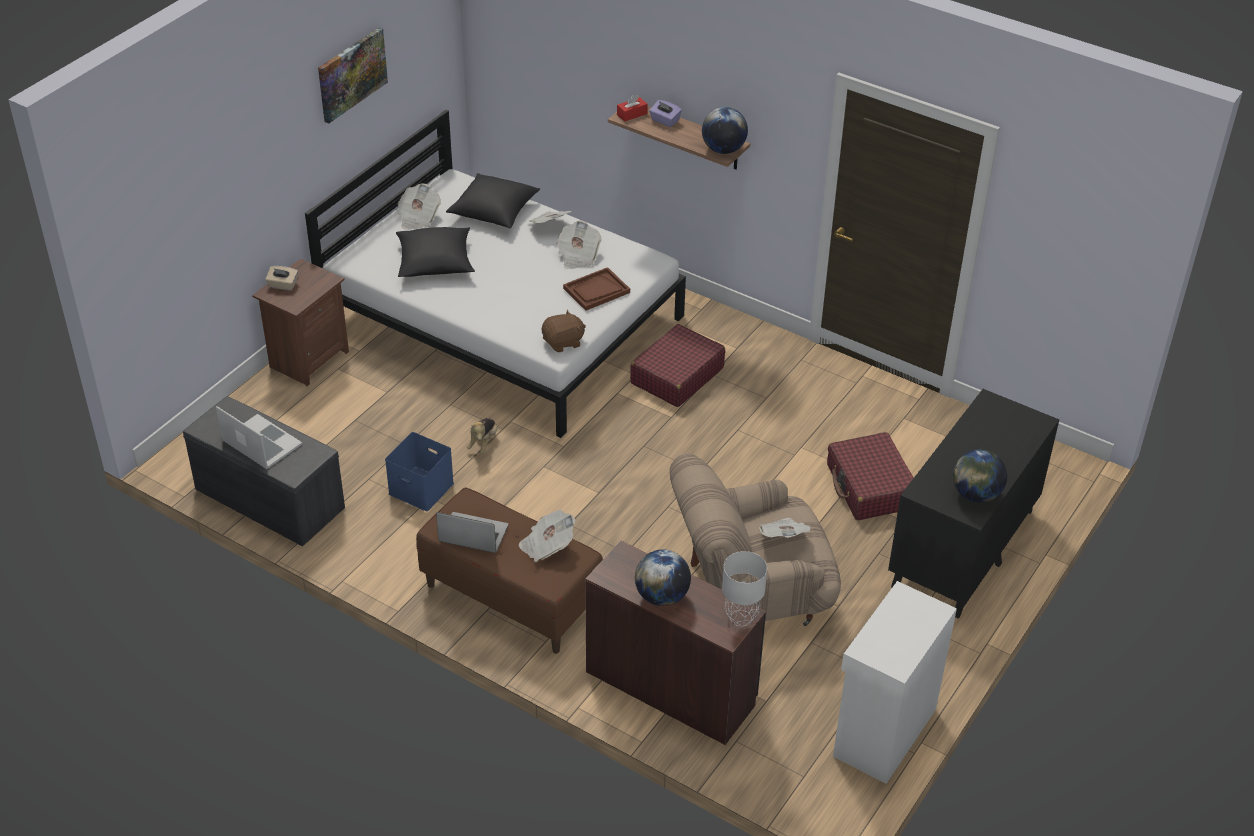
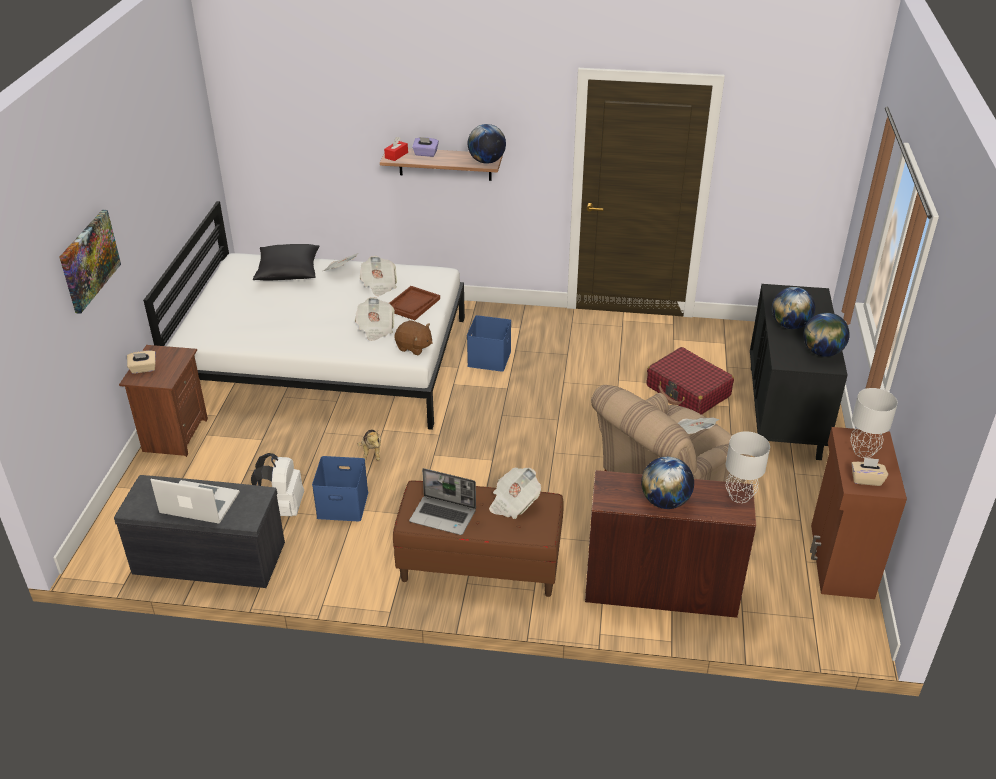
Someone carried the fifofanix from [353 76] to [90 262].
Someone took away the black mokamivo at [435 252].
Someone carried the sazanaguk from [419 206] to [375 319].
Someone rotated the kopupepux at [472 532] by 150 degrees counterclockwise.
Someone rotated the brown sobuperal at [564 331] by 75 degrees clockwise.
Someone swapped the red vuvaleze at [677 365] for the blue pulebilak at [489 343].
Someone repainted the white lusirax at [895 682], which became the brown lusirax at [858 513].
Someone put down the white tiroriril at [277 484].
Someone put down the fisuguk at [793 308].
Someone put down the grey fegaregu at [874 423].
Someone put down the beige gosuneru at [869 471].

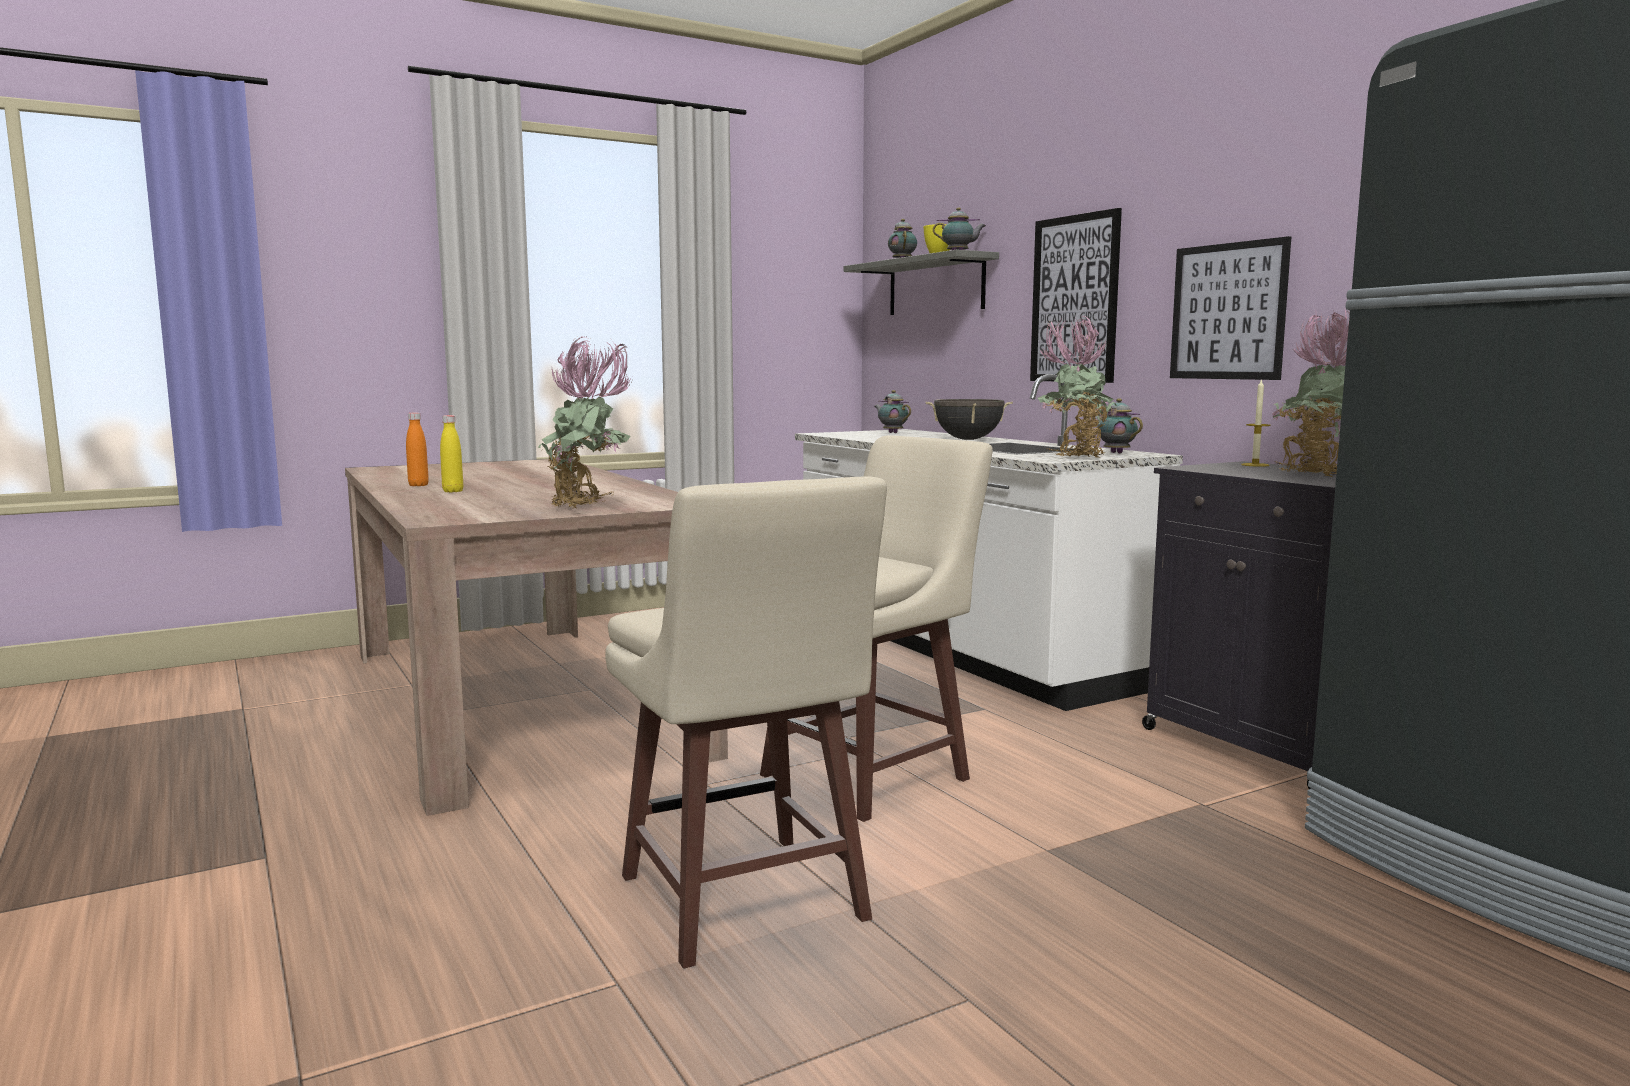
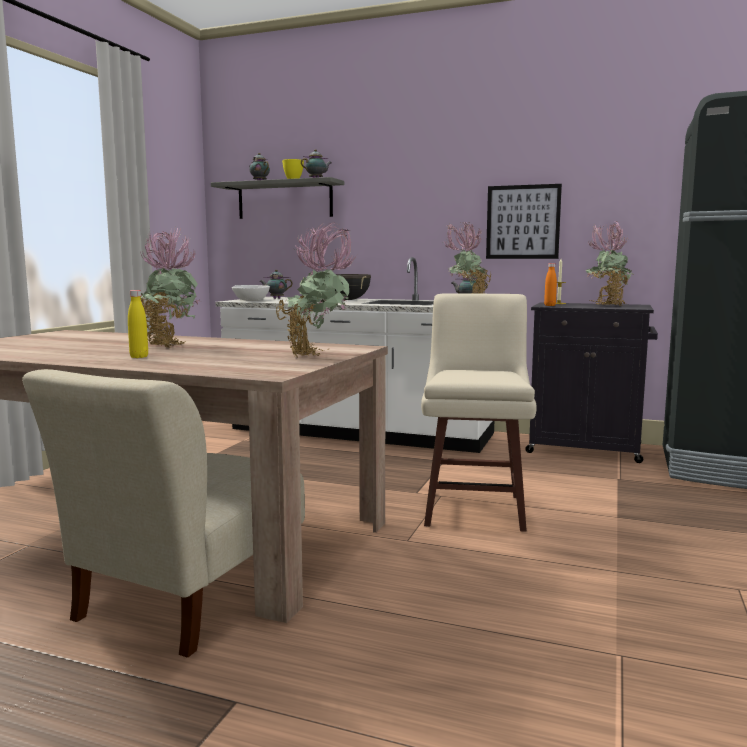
Someone carried the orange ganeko from [417 449] to [550 284].
Someone took away the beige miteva at [746 722].
Someone took away the fifofanix at [1076 295].
Someone put down the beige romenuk at [163 513].
Someone put down the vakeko at [170 288].
Someone put down the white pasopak at [251 293].

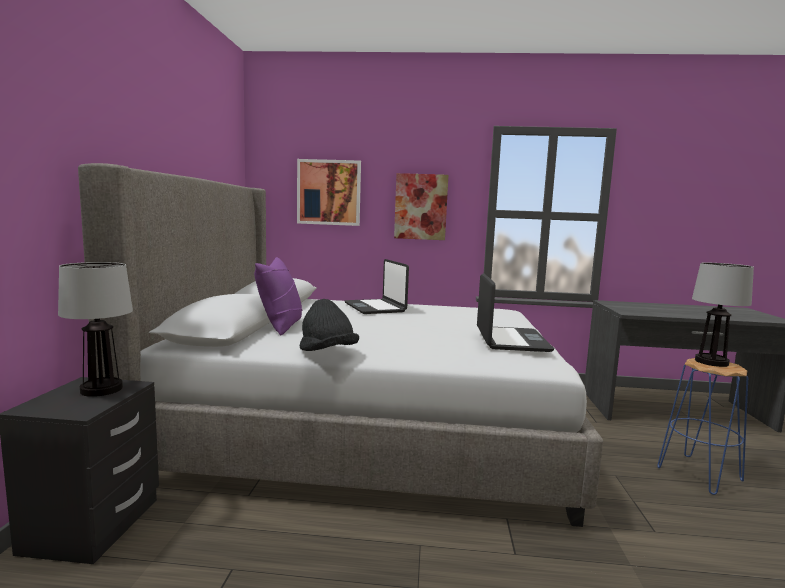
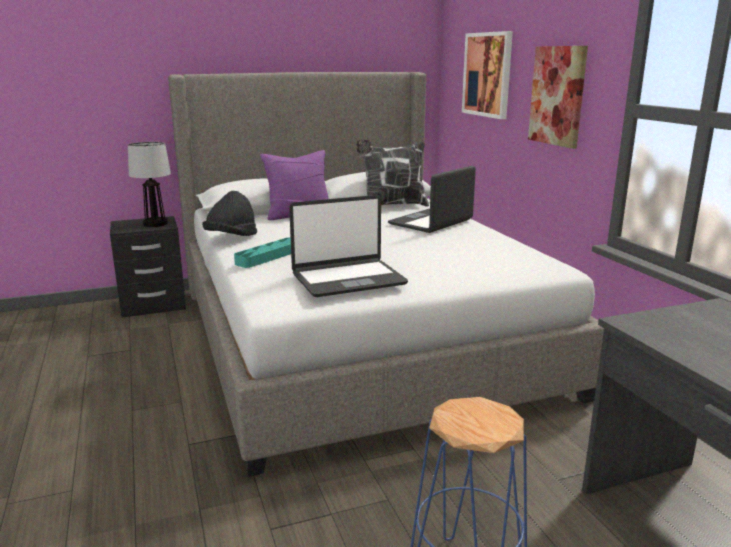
Someone took away the fegaregu at [723 315].
Someone put down the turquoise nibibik at [262 253].
Someone put down the mokamivo at [392 173].

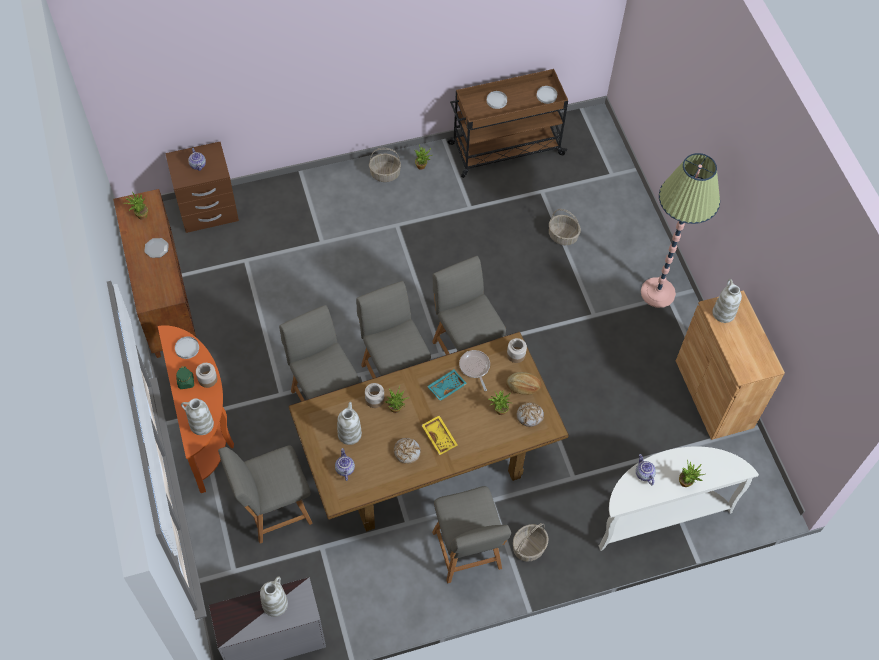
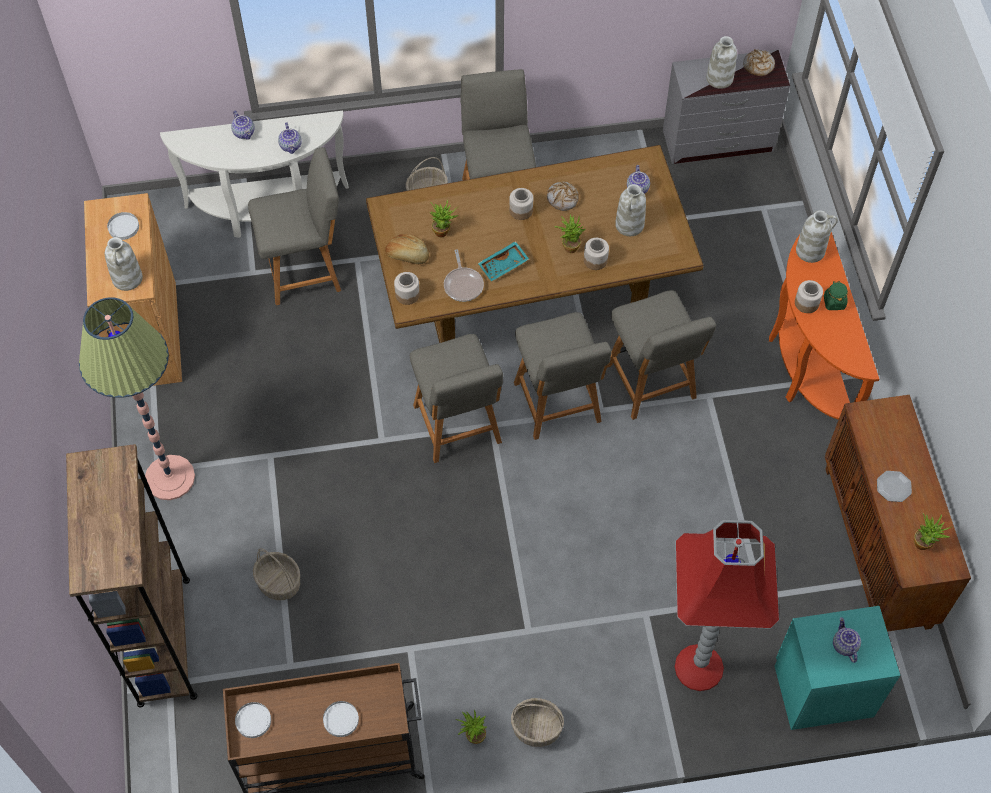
Someone repainted the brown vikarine at [202 187], which became the turquoise vikarine at [837 668].
Someone carried the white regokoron from [187 347] to [123 226].
Someone carried the grey romenuk from [265 494] to [294 226].
Someone swapped the yellow nibibik at [439 435] for the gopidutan at [521 204].
Someone carried the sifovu from [530 414] to [759 62].
Someone swapped the vakeko at [691 473] for the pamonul at [243 125].
Someone put down the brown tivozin at [131 576].
Someone put down the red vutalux at [727 605].

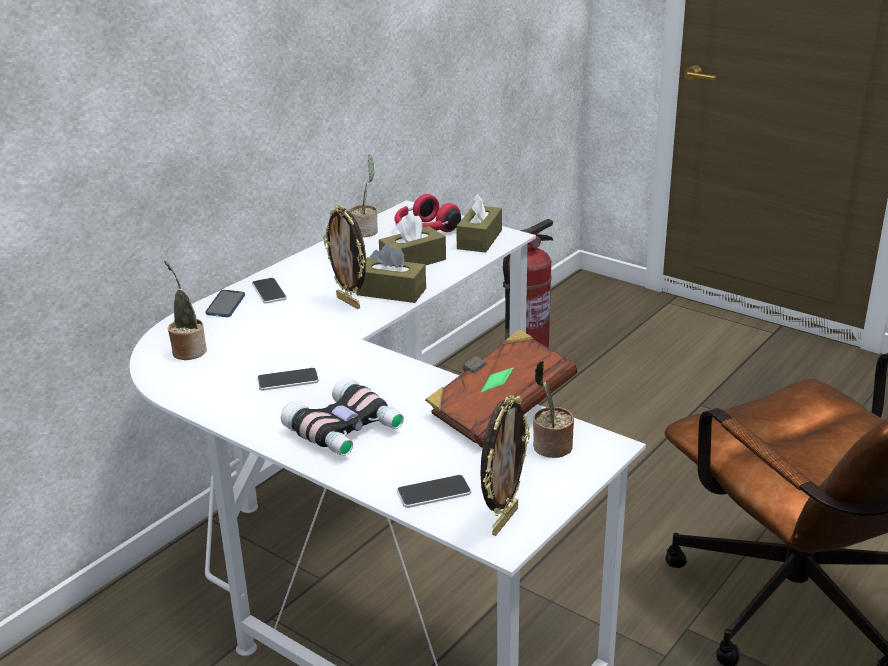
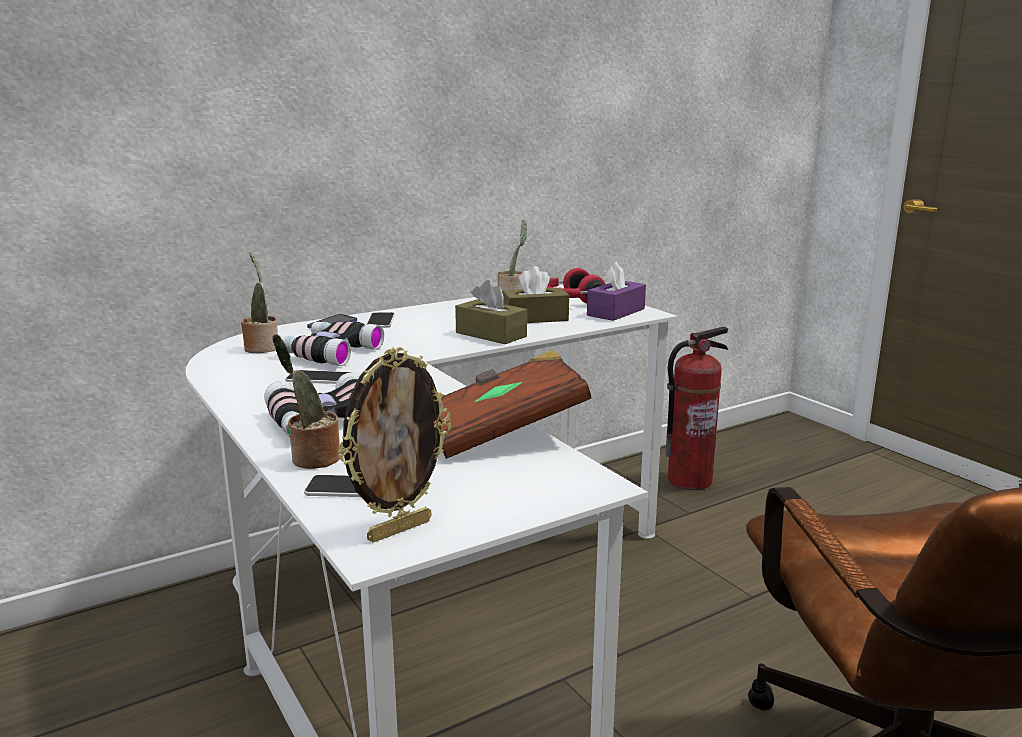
Someone took away the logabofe at [344 257].
Someone repainted the brown gosuneru at [479 223], which became the purple gosuneru at [616 291].
Someone carried the vakeko from [553 409] to [306 401].
Someone put down the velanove at [329 343].

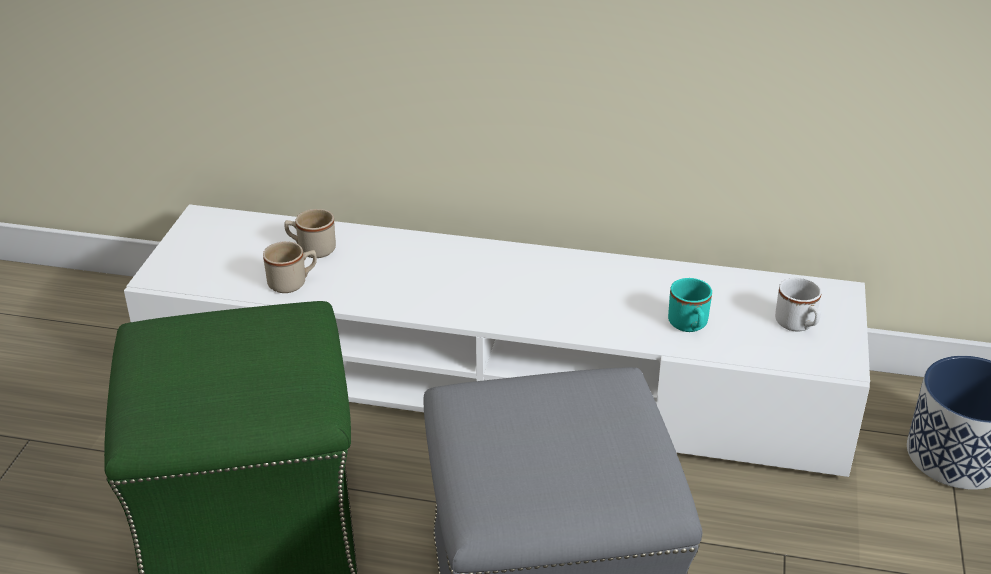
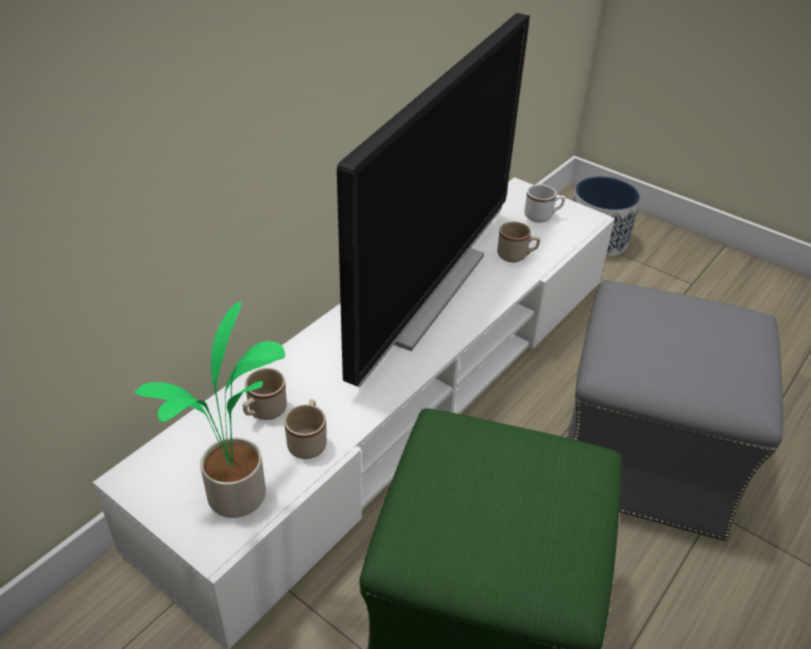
Someone repainted the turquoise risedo at [690 305], which became the beige risedo at [518 242].
Someone put down the vakeko at [210 410].
Someone put down the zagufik at [433 200].

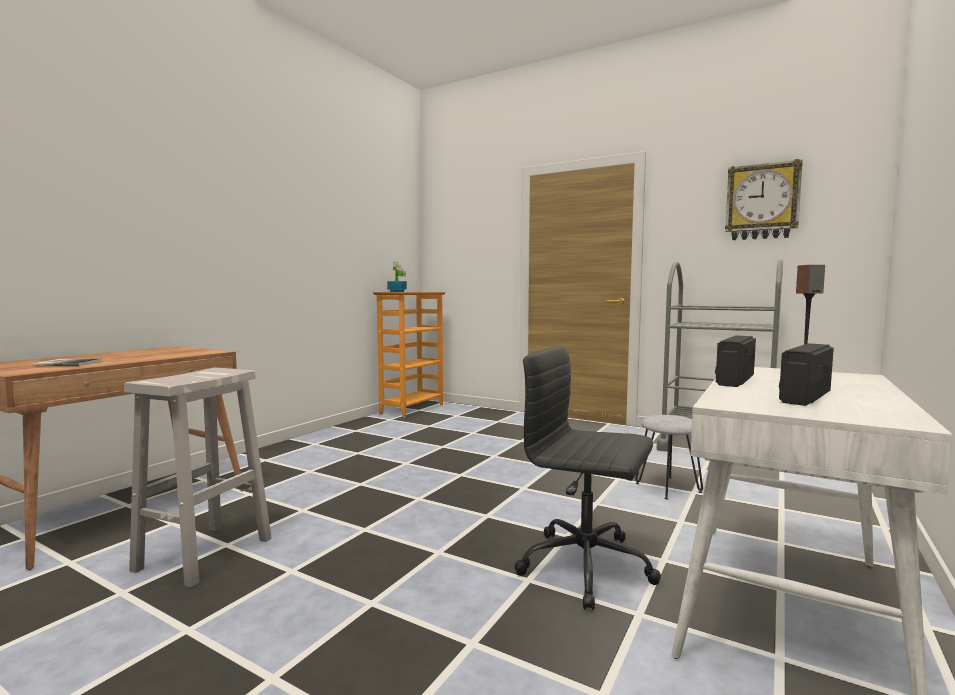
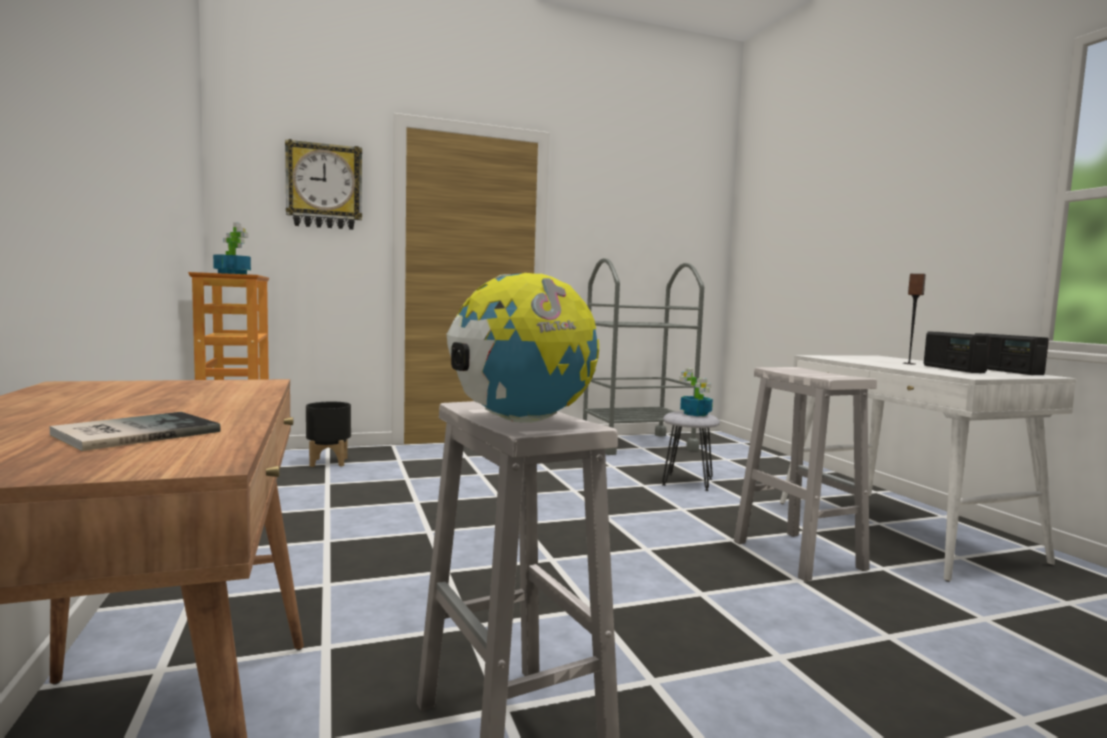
Someone swapped the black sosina at [587 478] for the white miteva at [805 474].
Someone carried the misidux from [735 361] to [1012 354].
Someone carried the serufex from [764 199] to [323 184].
Someone put down the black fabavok at [328 434].
Someone put down the fisuguk at [523 348].
Someone put down the vakeko at [696 392].

